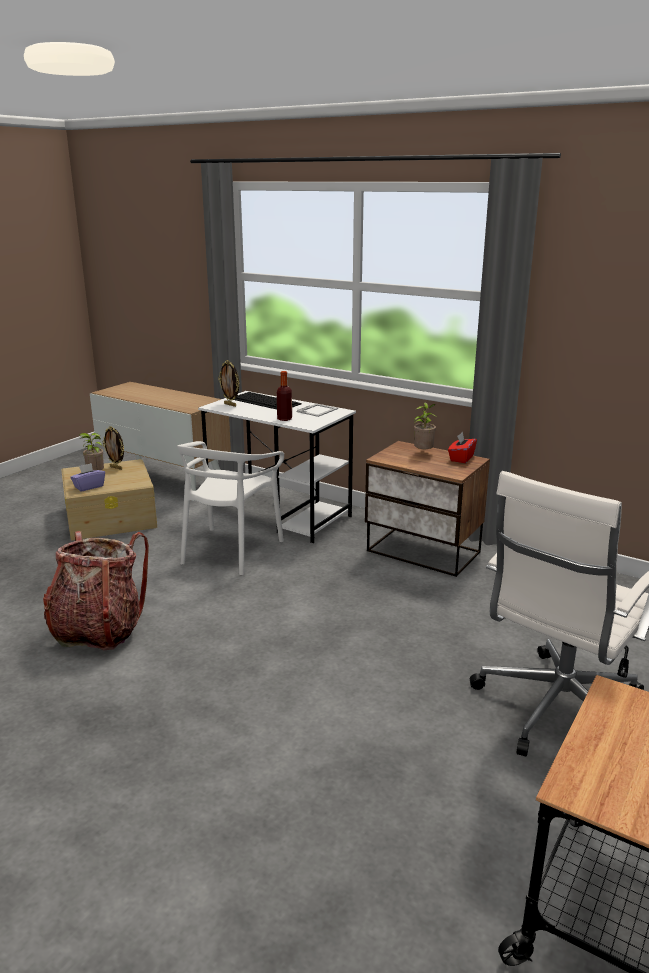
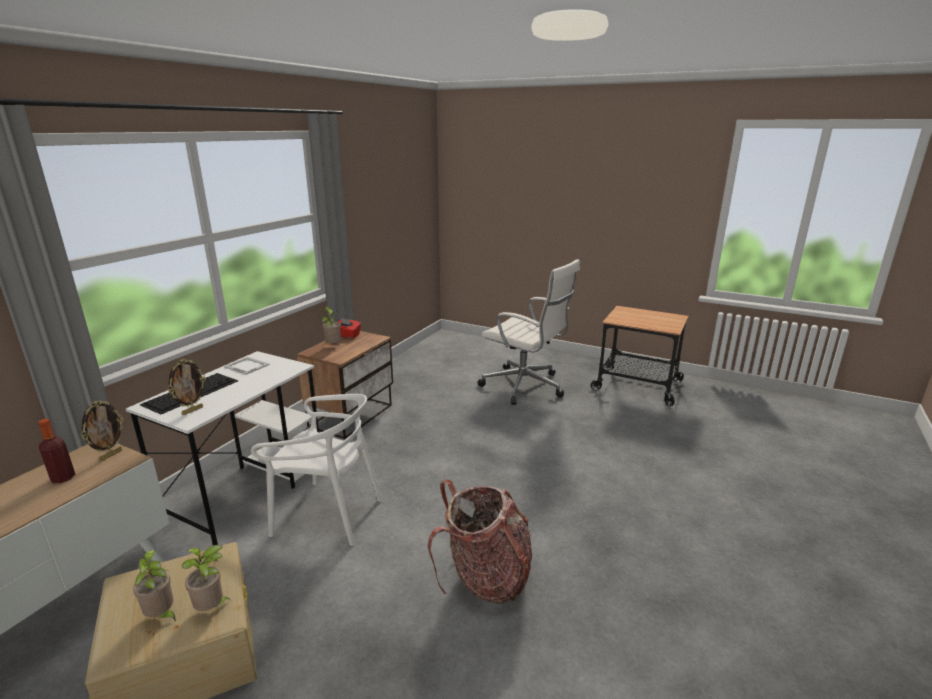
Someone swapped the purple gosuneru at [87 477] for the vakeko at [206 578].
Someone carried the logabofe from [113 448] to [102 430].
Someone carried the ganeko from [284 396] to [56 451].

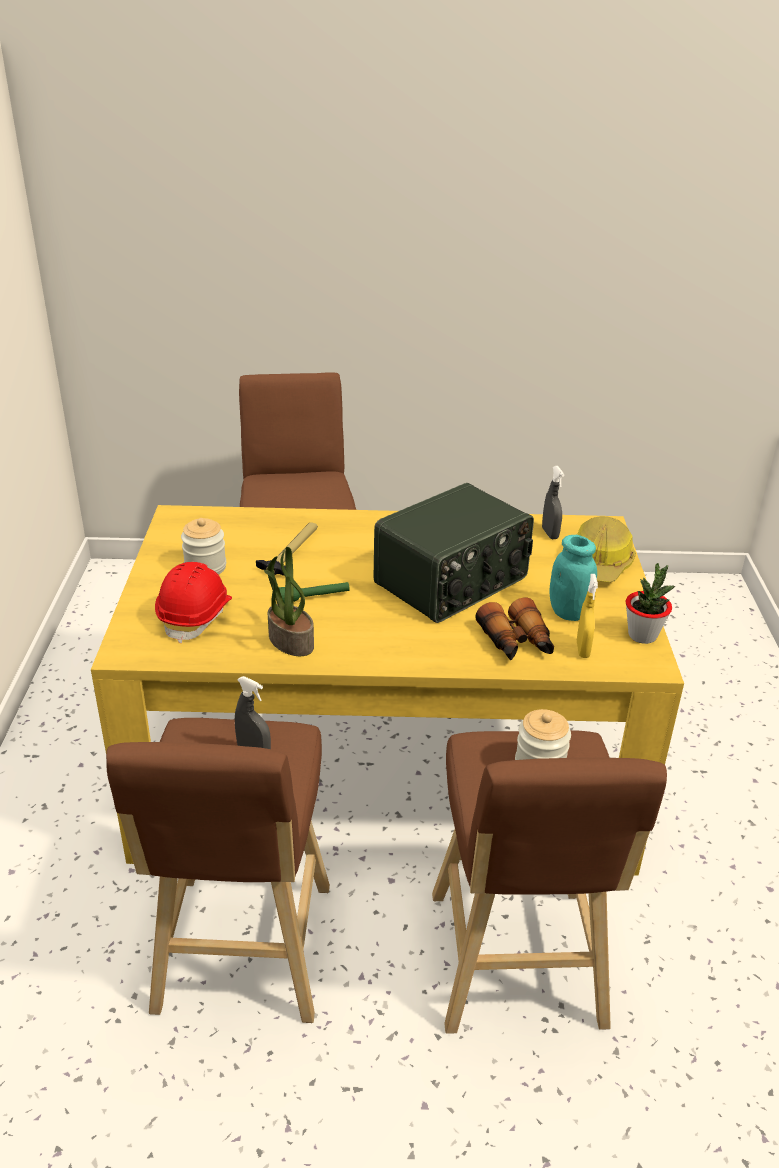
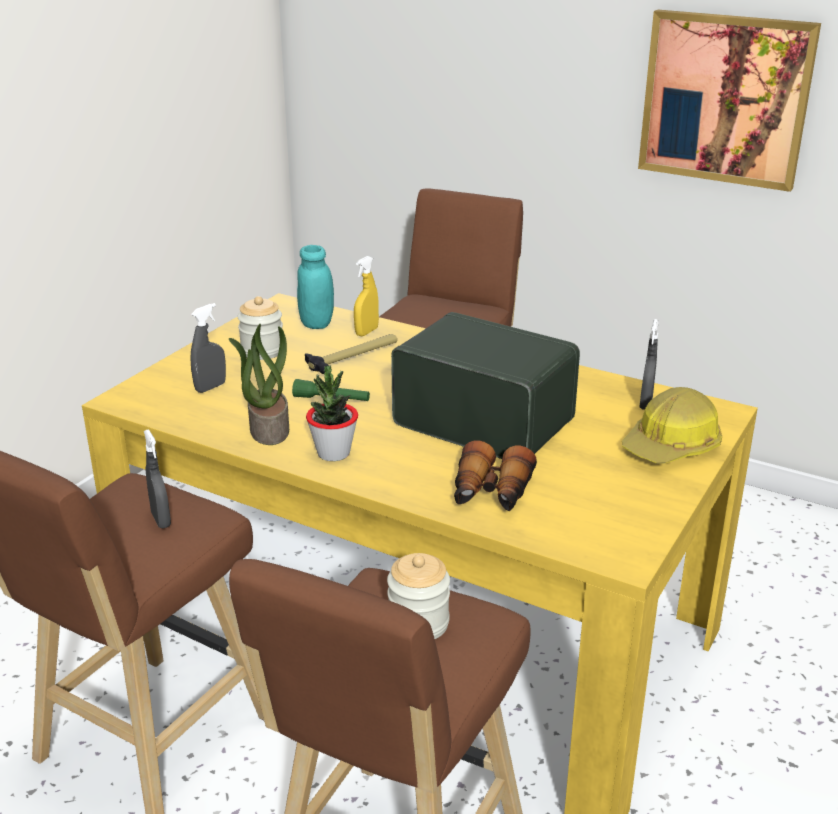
Someone swapped the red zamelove at [193 602] for the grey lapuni at [208 348].
Someone rotated the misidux at [454 553] by 135 degrees counterclockwise.
Someone carried the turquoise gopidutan from [573 578] to [315 287].
Someone carried the yellow lapuni from [587 616] to [366 296].
Someone carried the vakeko from [650 603] to [332 413].
Someone put up the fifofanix at [729 101].

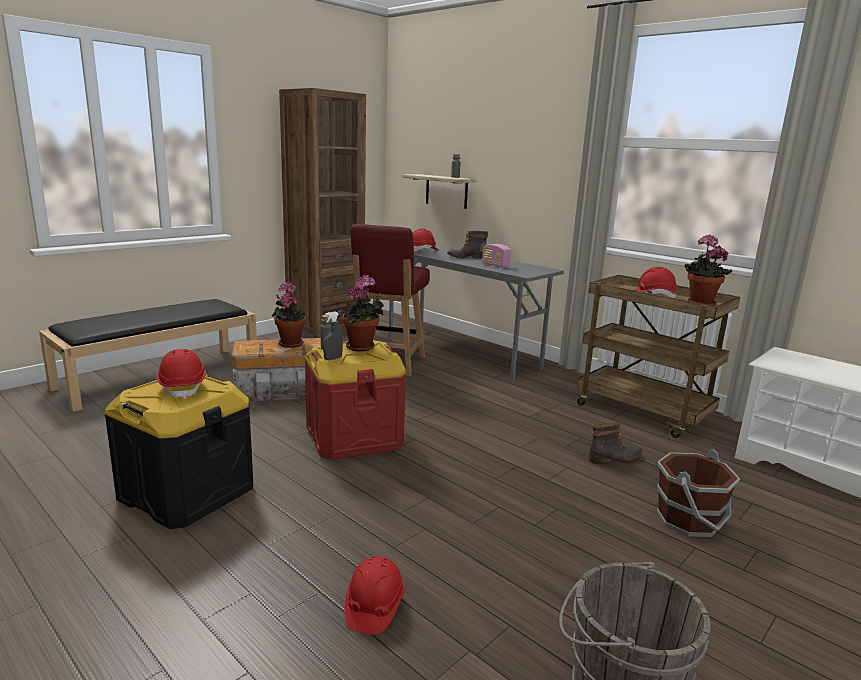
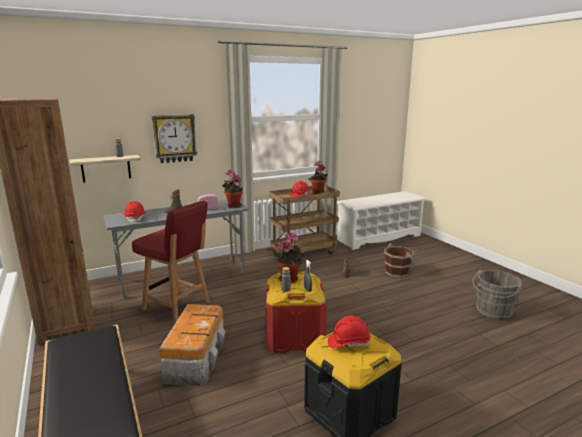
Someone carried the vakeko from [289 315] to [232 189].
Someone took away the red zamelove at [374 595].
Someone put up the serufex at [174 138].

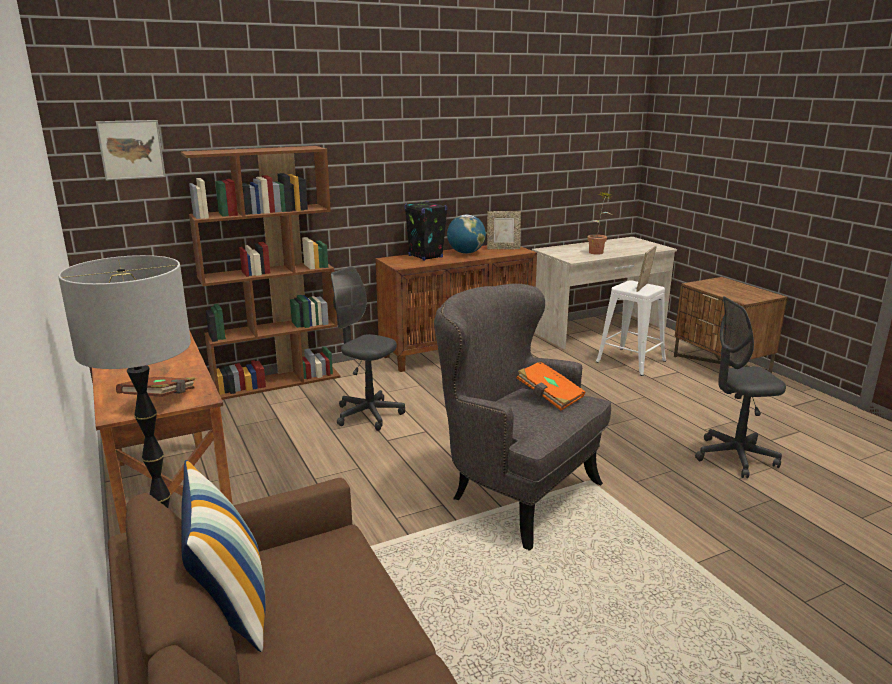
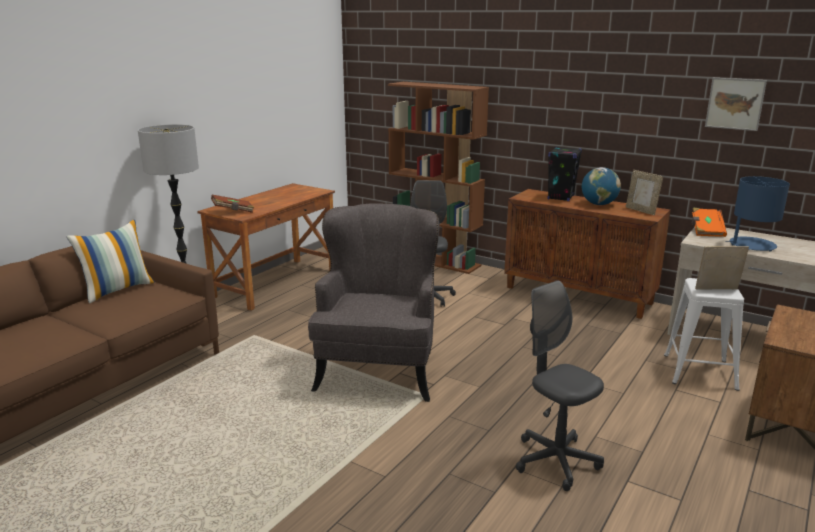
Someone carried the fifofanix from [131 150] to [736 104].
Someone carried the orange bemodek from [551 385] to [709 222].
Someone swapped the vakeko at [600 223] for the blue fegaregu at [757 214].

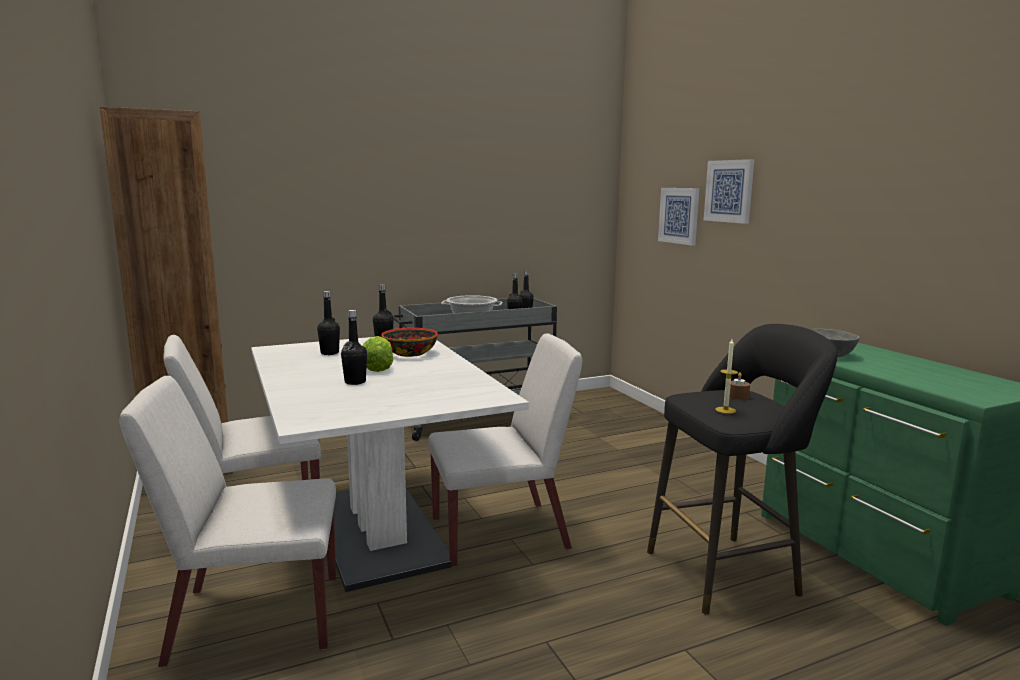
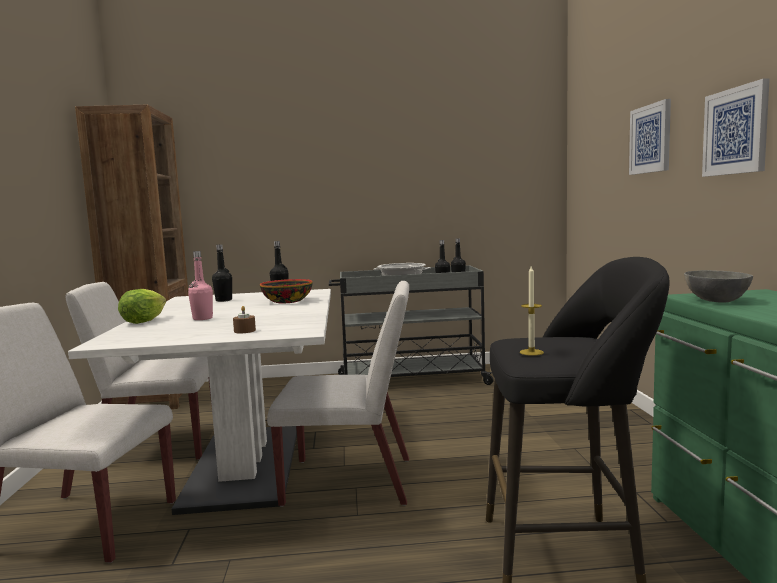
Someone repainted the black ganeko at [354 347], which became the pink ganeko at [200 285].
Someone carried the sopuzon from [377 354] to [142 306].
Someone carried the fifofanix from [678 216] to [736 127].
Someone carried the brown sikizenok from [739 386] to [244 319].

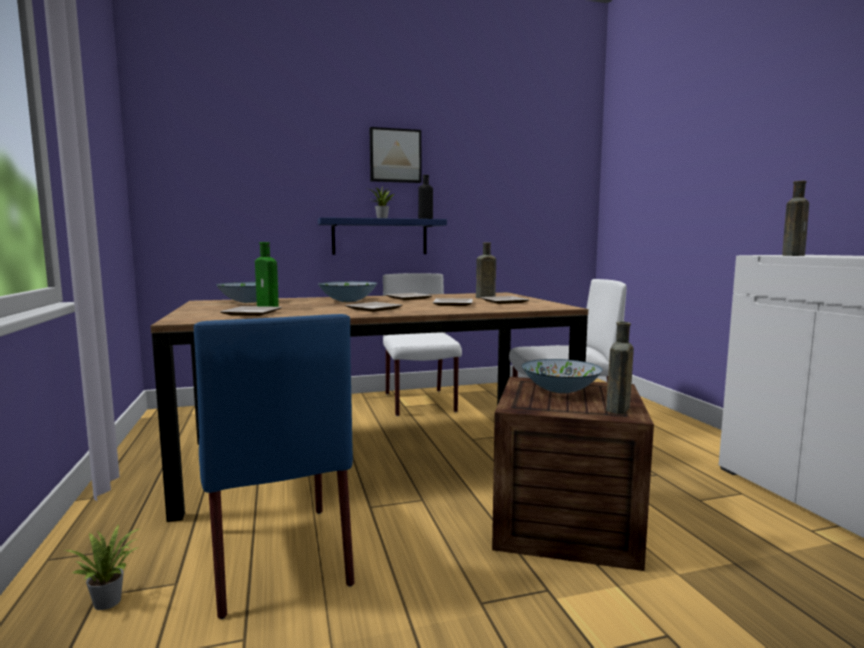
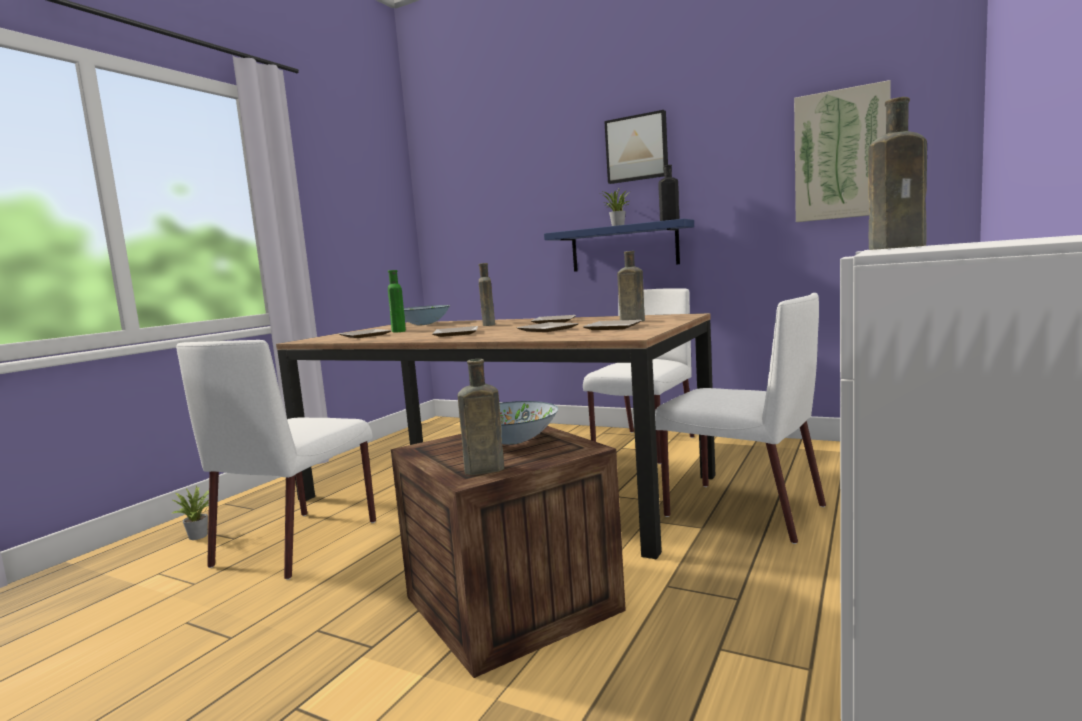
Someone repainted the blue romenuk at [274 466], which became the white romenuk at [276 460].
Someone swapped the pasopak at [347 291] for the brown ganeko at [487 294].
Someone put up the fifofanix at [842 151].

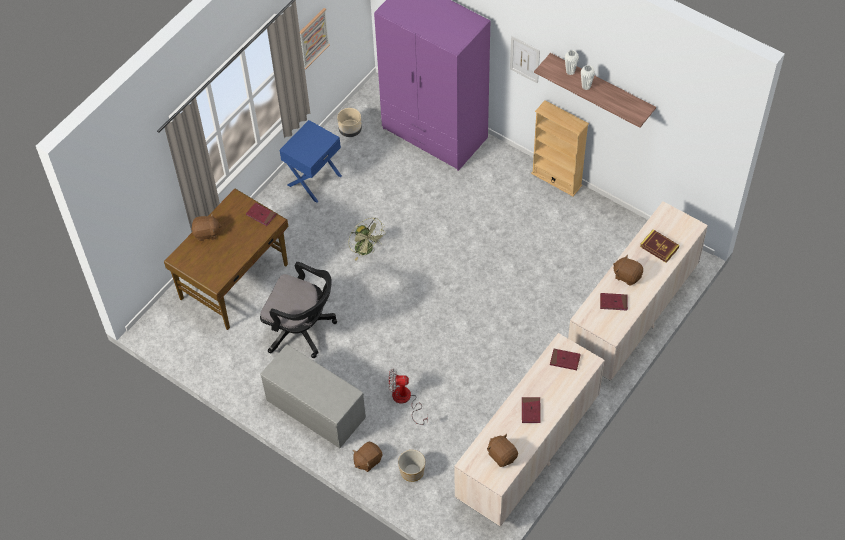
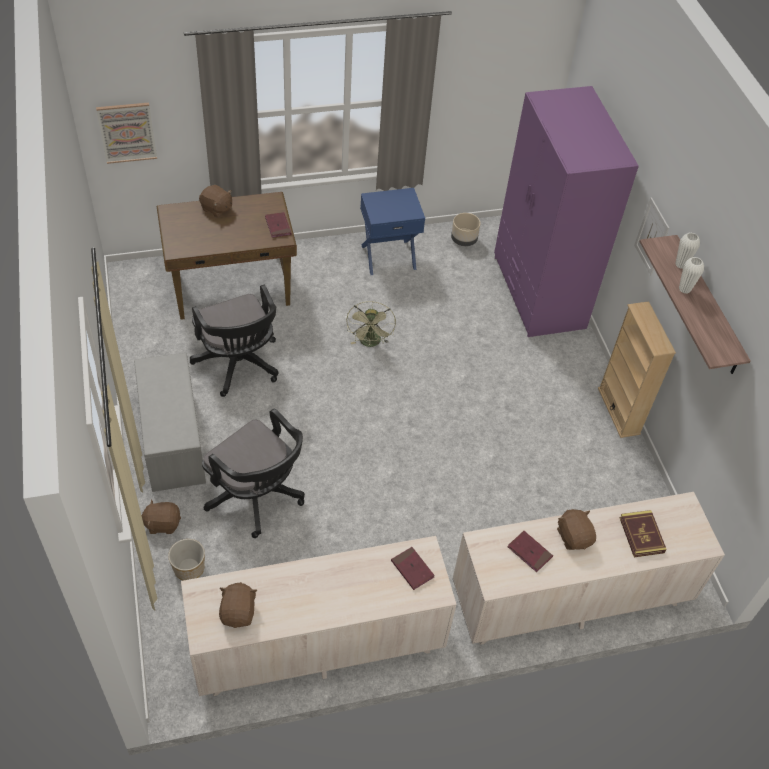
Someone carried the fifofanix from [315 38] to [126 133].
Someone swapped the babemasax at [408 396] for the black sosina at [253 473].
Someone took away the red bemodek at [531 410].

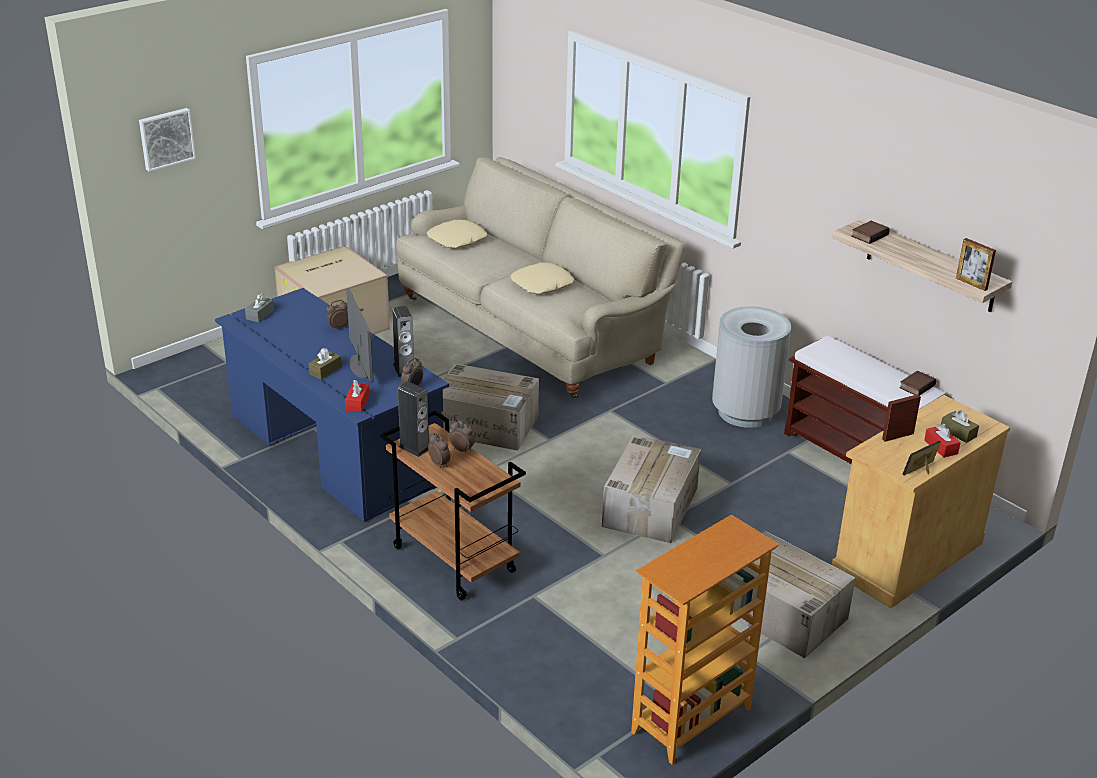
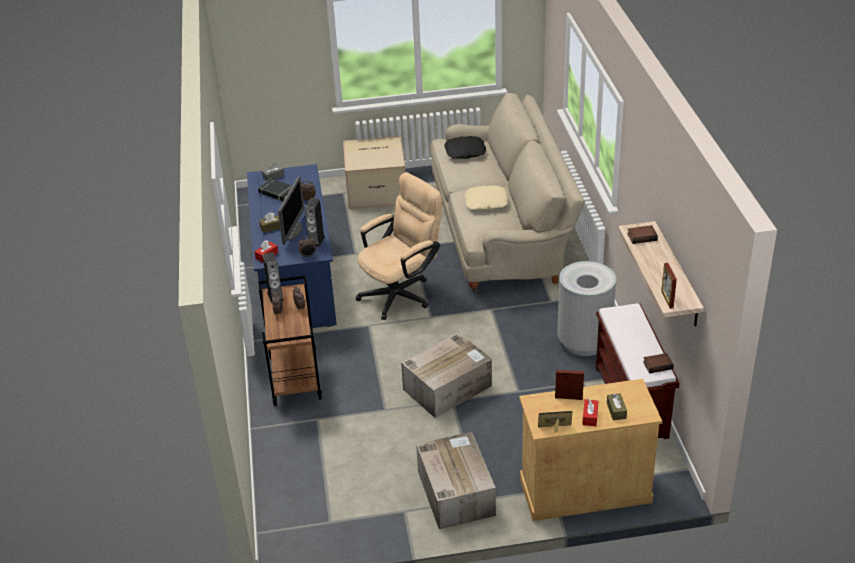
Someone took away the fifofanix at [167 140].
Someone repainted the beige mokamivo at [457 234], which became the black mokamivo at [465 147].
Someone swapped the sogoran at [490 407] for the beige sosina at [399 246].
Someone took away the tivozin at [705 639].
Someone put down the black bemodek at [275 189].

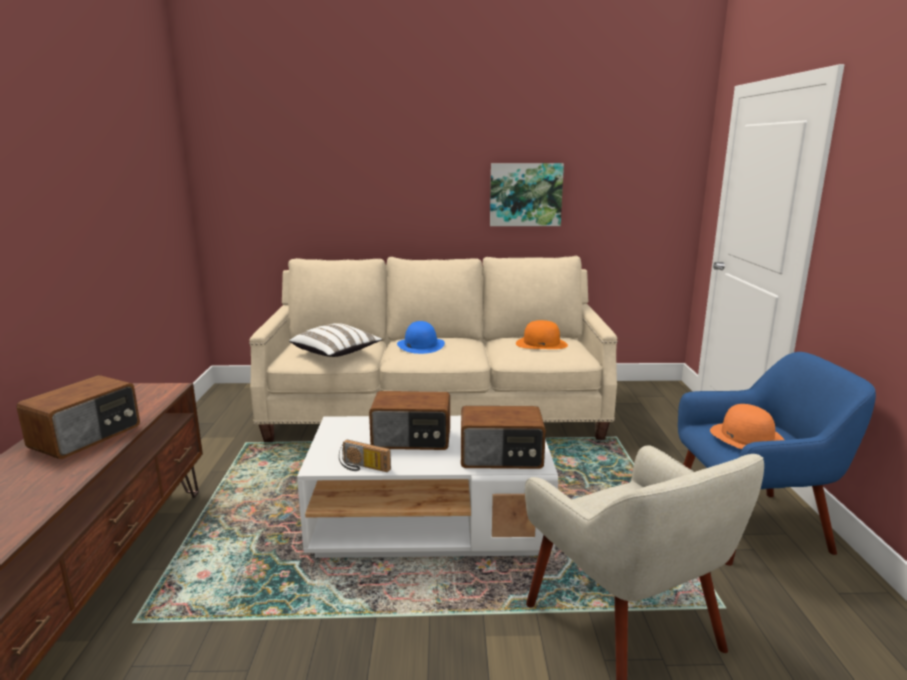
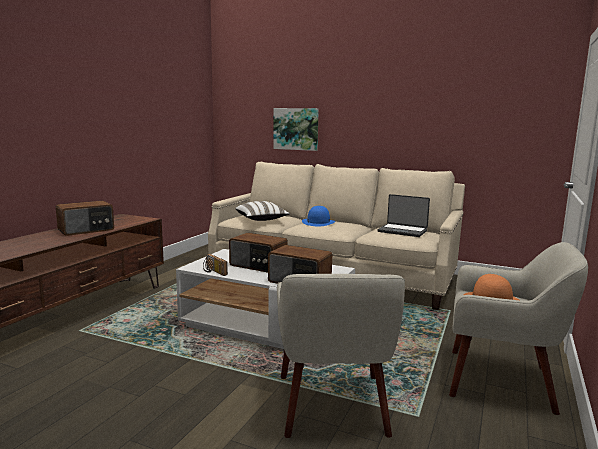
Someone carried the fifofanix from [527 194] to [296 129].
Someone swapped the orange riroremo at [542 334] for the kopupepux at [404 215].
Someone repainted the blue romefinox at [777 459], which became the beige romefinox at [518 328].

